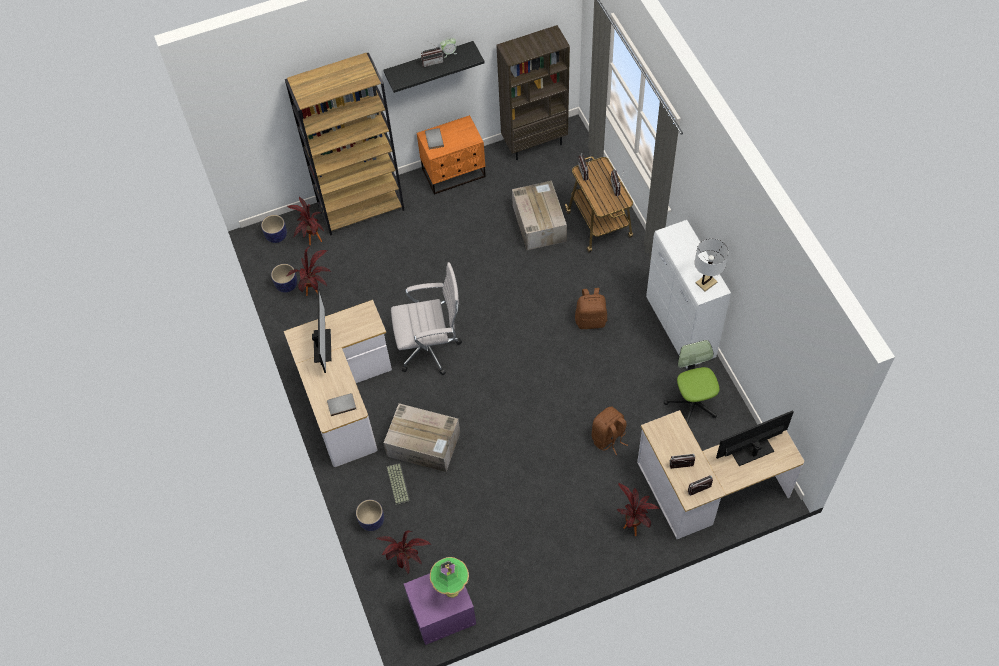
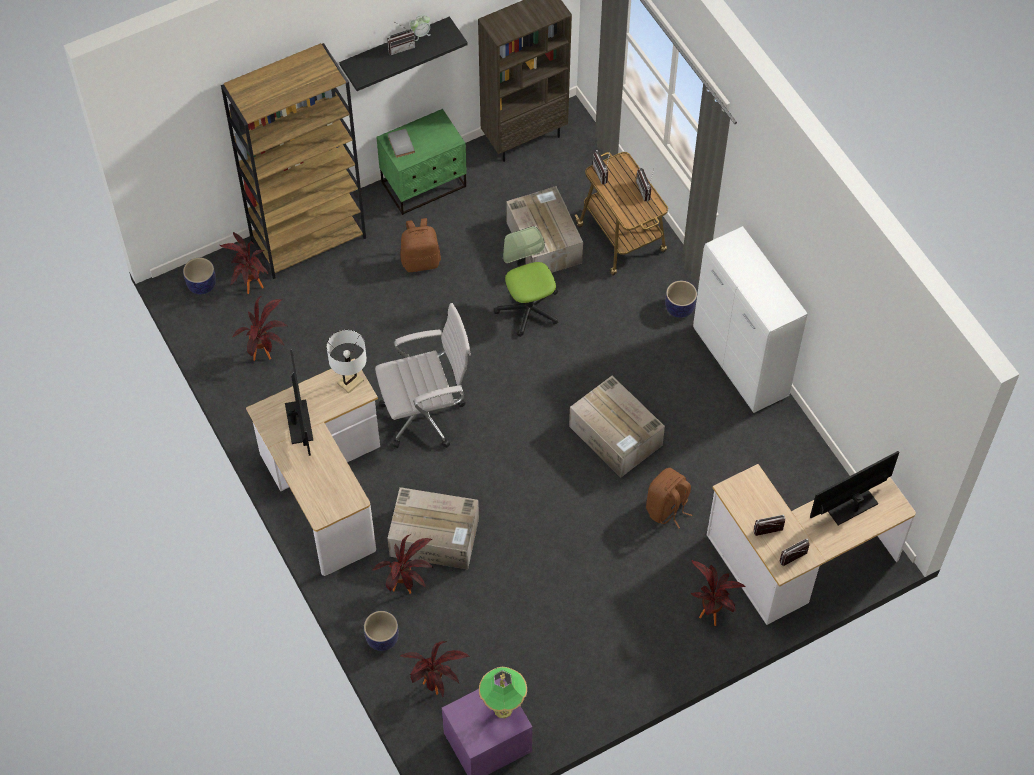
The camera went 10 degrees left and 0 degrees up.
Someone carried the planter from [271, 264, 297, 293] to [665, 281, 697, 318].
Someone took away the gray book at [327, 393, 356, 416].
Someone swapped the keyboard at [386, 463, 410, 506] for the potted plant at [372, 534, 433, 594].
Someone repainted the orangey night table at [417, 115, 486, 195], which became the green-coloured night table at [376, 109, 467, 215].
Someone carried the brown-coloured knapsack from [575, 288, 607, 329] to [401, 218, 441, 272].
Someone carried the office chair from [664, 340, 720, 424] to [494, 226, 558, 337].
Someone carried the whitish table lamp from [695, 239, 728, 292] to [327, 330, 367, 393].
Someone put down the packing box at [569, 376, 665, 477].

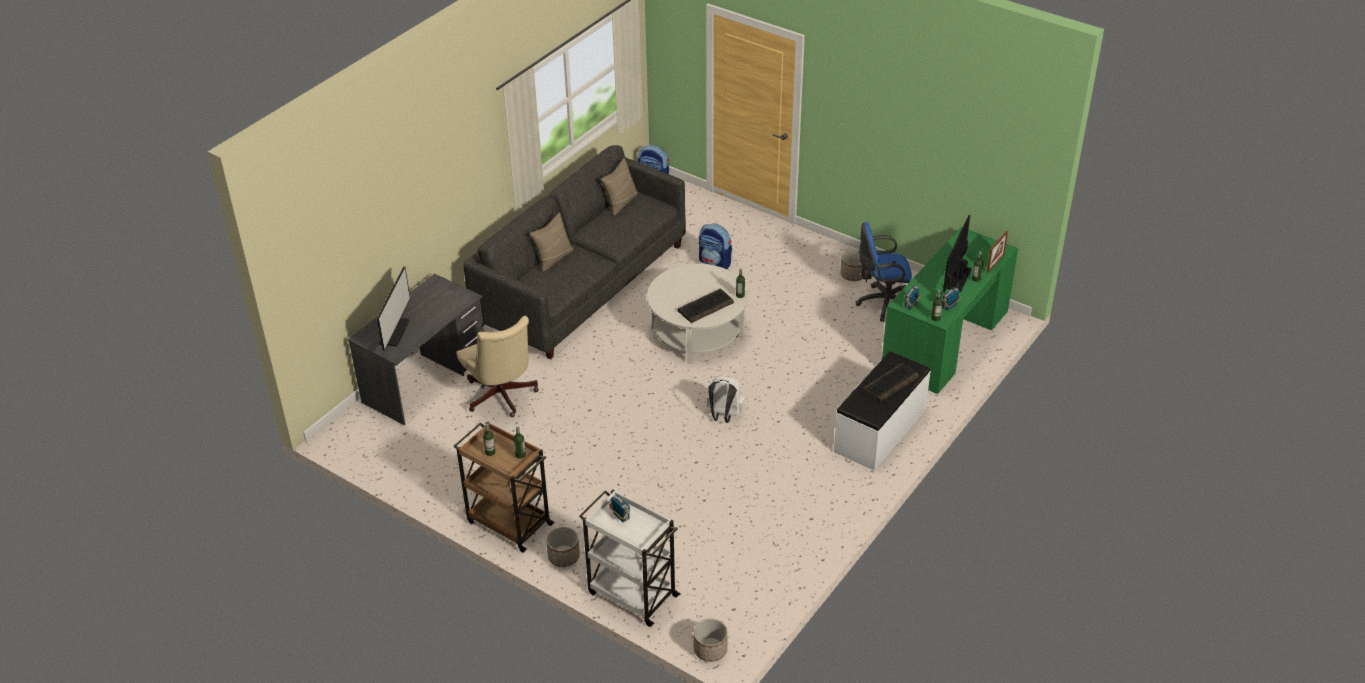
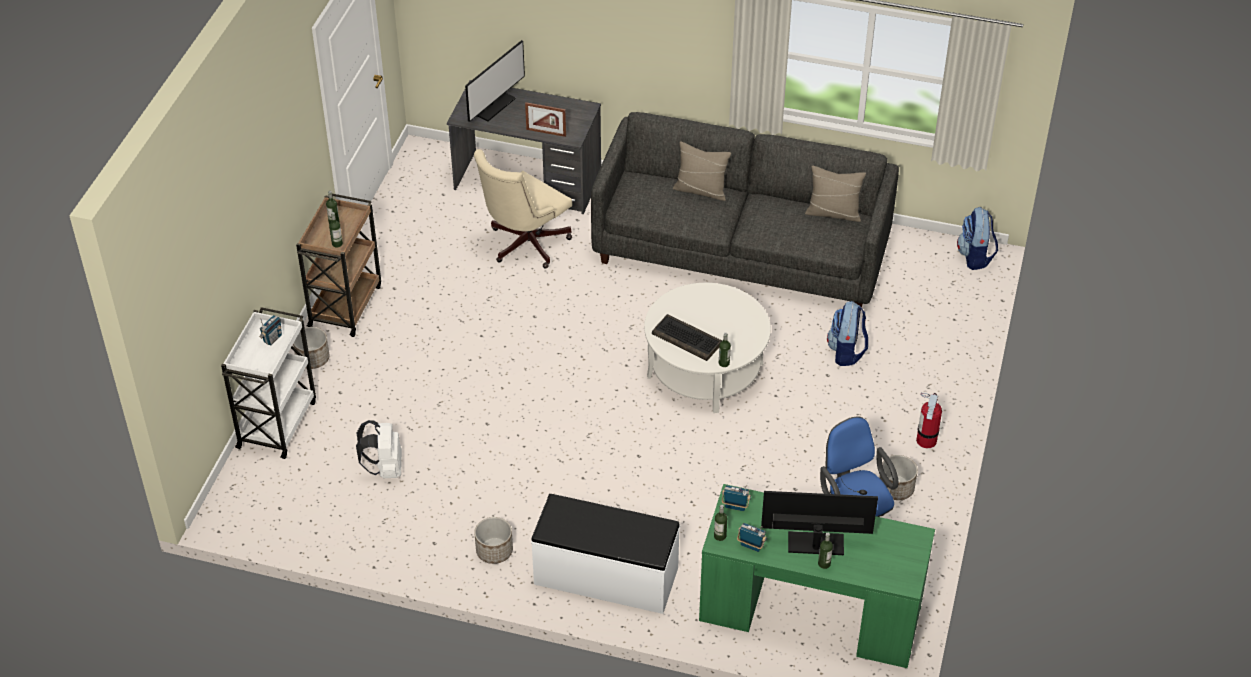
The camera went 70 degrees right and 5 degrees up.
Someone rotated the computer screen at [377, 266, 410, 351] by 45 degrees counterclockwise.
Someone carried the planter from [693, 618, 728, 662] to [474, 517, 513, 564].
Someone carried the whitish knapsack from [707, 376, 744, 423] to [356, 420, 402, 478].
Someone took away the keyboard at [862, 363, 919, 403].
Someone carried the picture frame from [987, 231, 1008, 273] to [525, 102, 566, 137].
Someone put down the fire extinguisher at [916, 392, 942, 448].

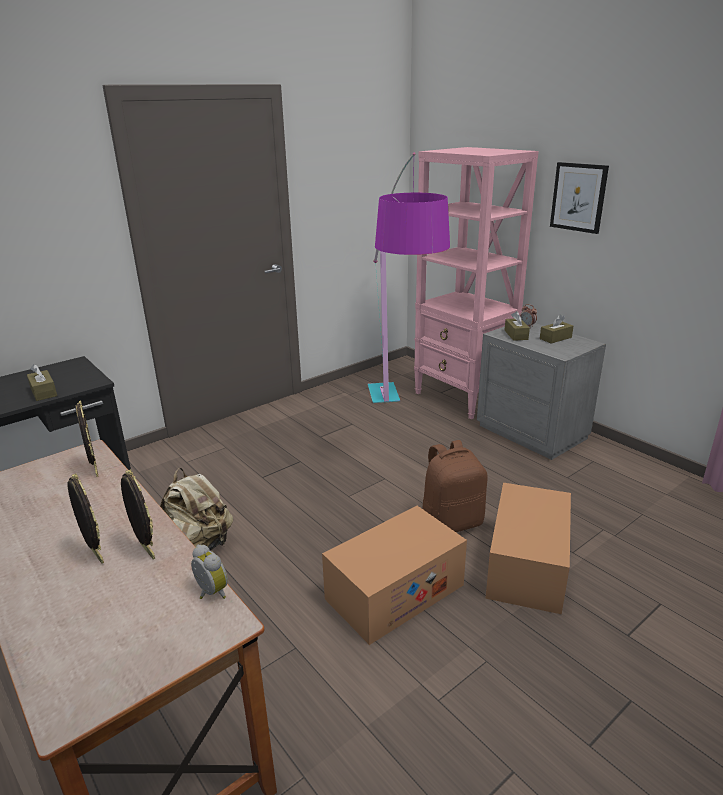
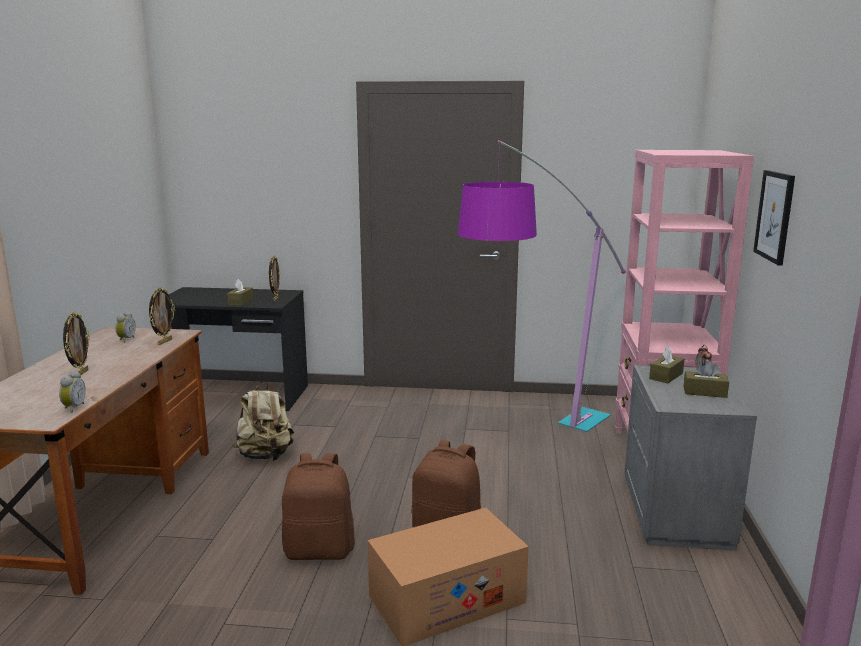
The camera went 45 degrees right and 10 degrees down.
Someone carried the picture frame from [121, 470, 155, 559] to [269, 256, 280, 301].
Someone swapped the packing box at [322, 506, 467, 645] for the brown-coloured knapsack at [282, 453, 355, 560].
Someone put down the alarm clock at [115, 311, 136, 343].

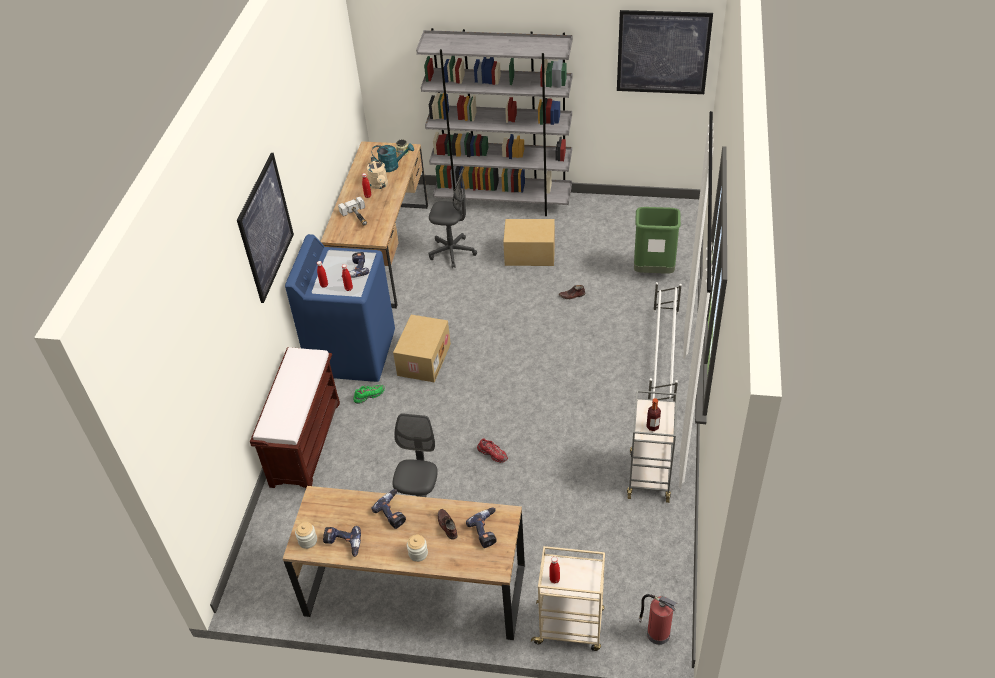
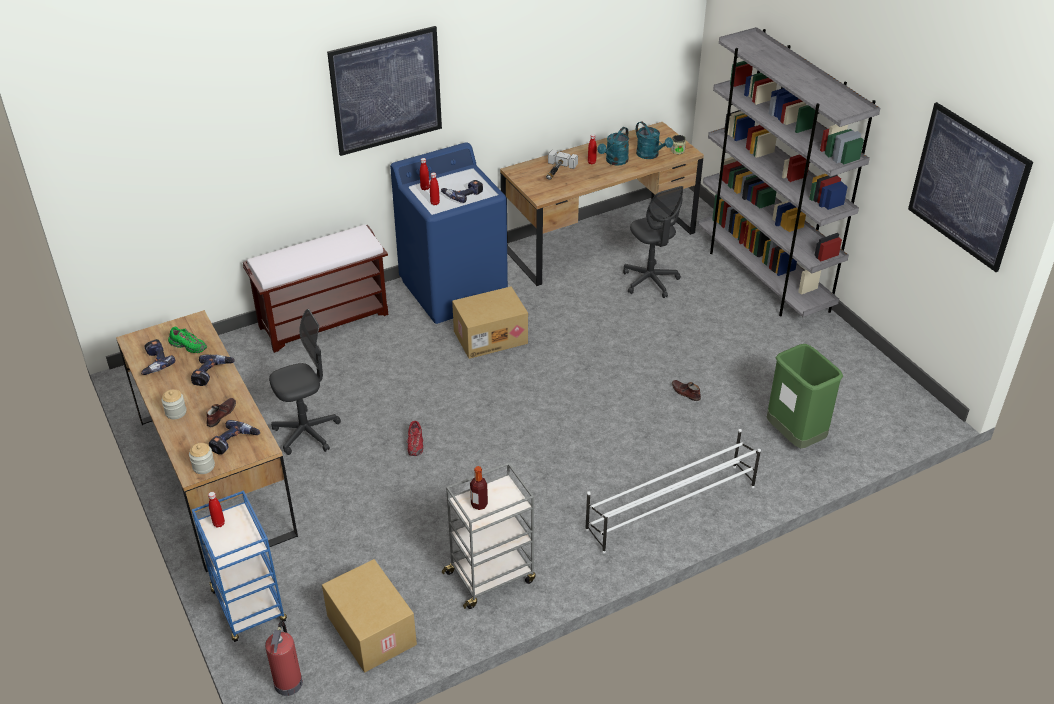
The camera went 50 degrees right and 5 degrees down.
Someone carried the preserve jar from [295, 522, 317, 549] to [189, 443, 215, 474].
Someone carried the green-coloured shoe from [353, 385, 385, 404] to [168, 327, 207, 353].
Someone repainted the beige watering pot at [367, 156, 388, 189], which became the blue-green watering pot at [597, 127, 629, 166].
Someone carried the packing box from [503, 219, 555, 266] to [322, 559, 417, 672].
Someone repainted the beige trolley at [531, 546, 605, 651], which became the blue-coloured trolley at [192, 490, 287, 642].

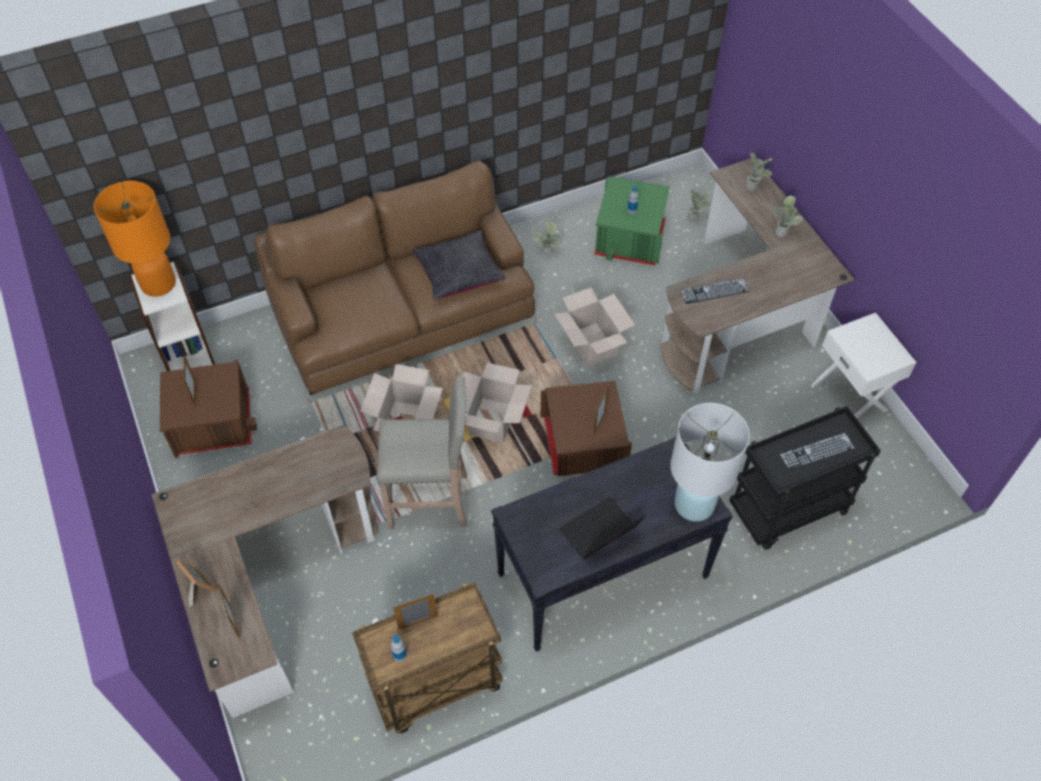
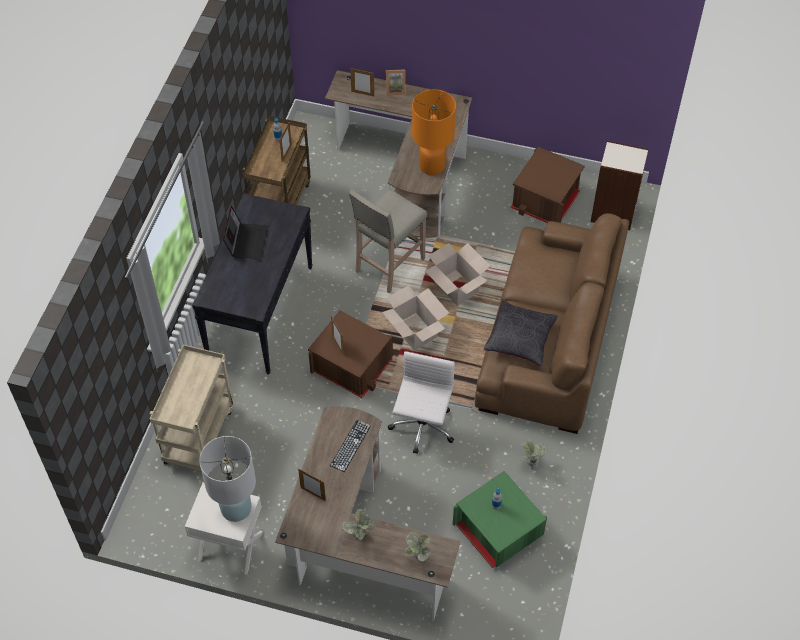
The camera went 130 degrees right and 0 degrees up.
Someone carried the orangey table lamp from [94, 181, 176, 297] to [412, 89, 456, 175].
Someone carried the picture frame from [183, 354, 196, 407] to [298, 468, 326, 501].
Someone swapped the packing box at [554, 287, 635, 366] for the whitish office chair at [388, 351, 455, 454].
Someone carried the whitish table lamp from [670, 403, 750, 522] to [199, 436, 256, 522].
Someone took away the potted plant at [687, 189, 711, 222].
Someone repainted the blackish trolley at [729, 406, 881, 550], which became the beige trolley at [150, 344, 233, 471].
Someone took away the keyboard at [779, 432, 855, 471].

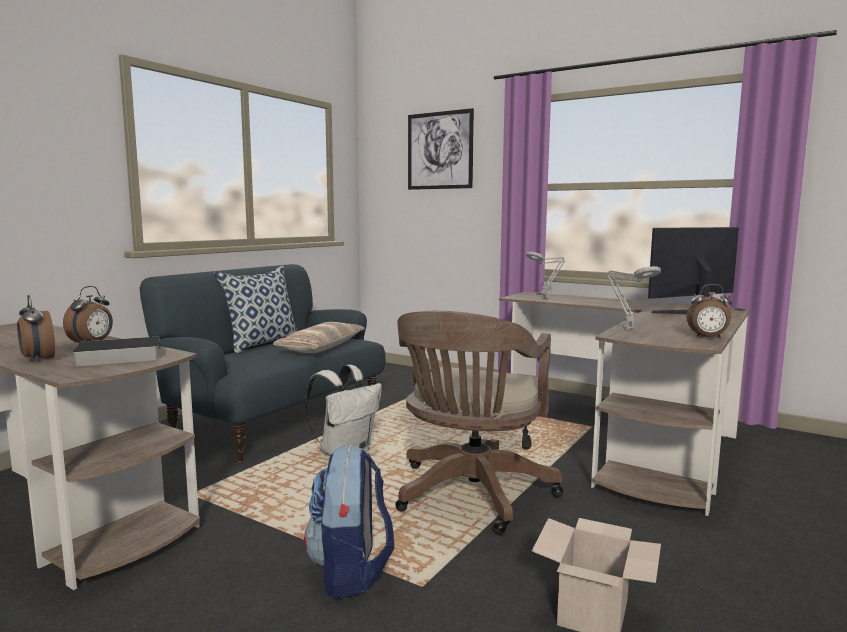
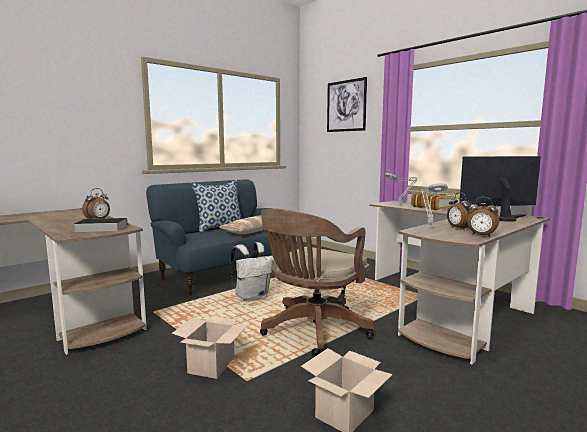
The camera went 15 degrees right and 0 degrees up.
Someone carried the alarm clock from [17, 295, 55, 362] to [447, 193, 473, 230].
Someone swapped the knapsack at [304, 444, 394, 598] for the packing box at [172, 316, 247, 379].
Someone put down the book at [411, 192, 460, 210].

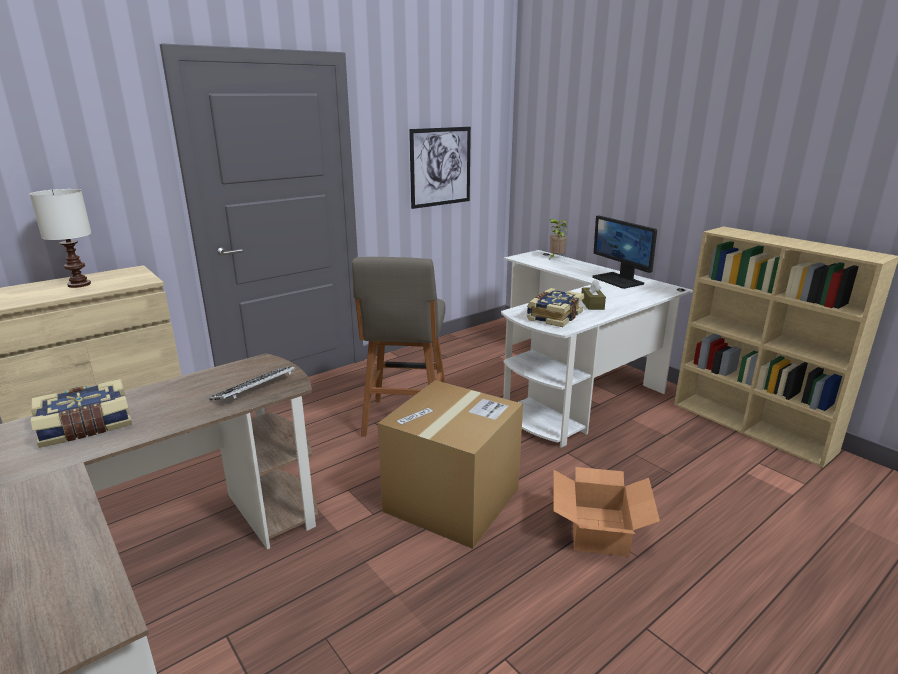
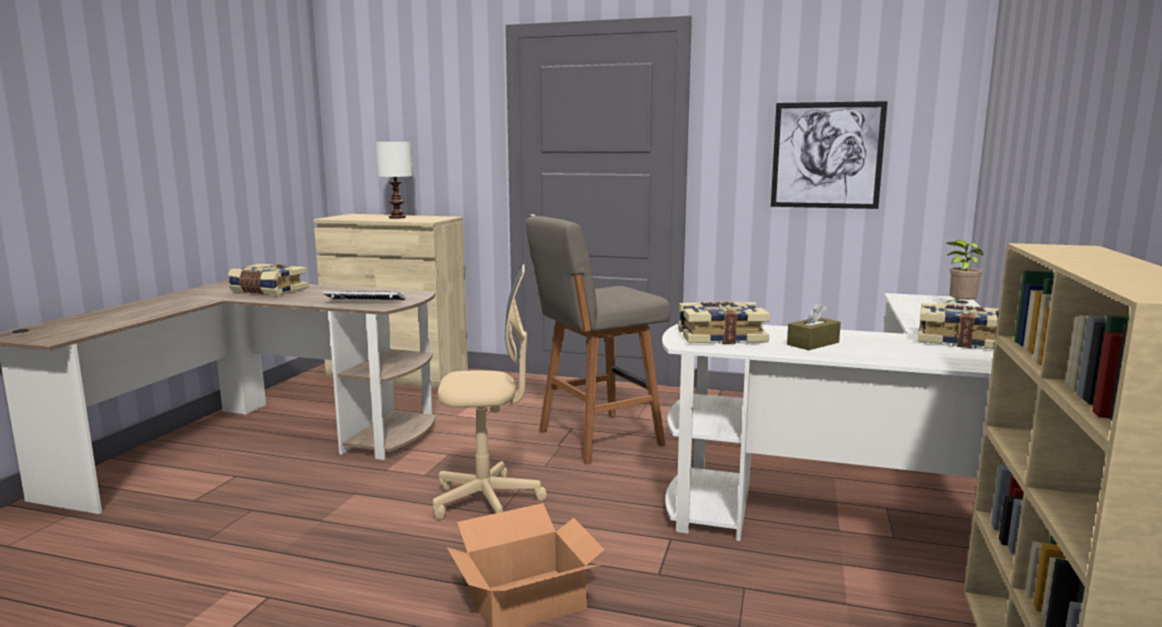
The camera went 55 degrees right and 10 degrees down.
Someone swapped the packing box at [378, 380, 523, 549] for the beige office chair at [432, 264, 547, 520].
Someone swapped the computer screen at [592, 215, 657, 289] for the book at [918, 303, 999, 349].

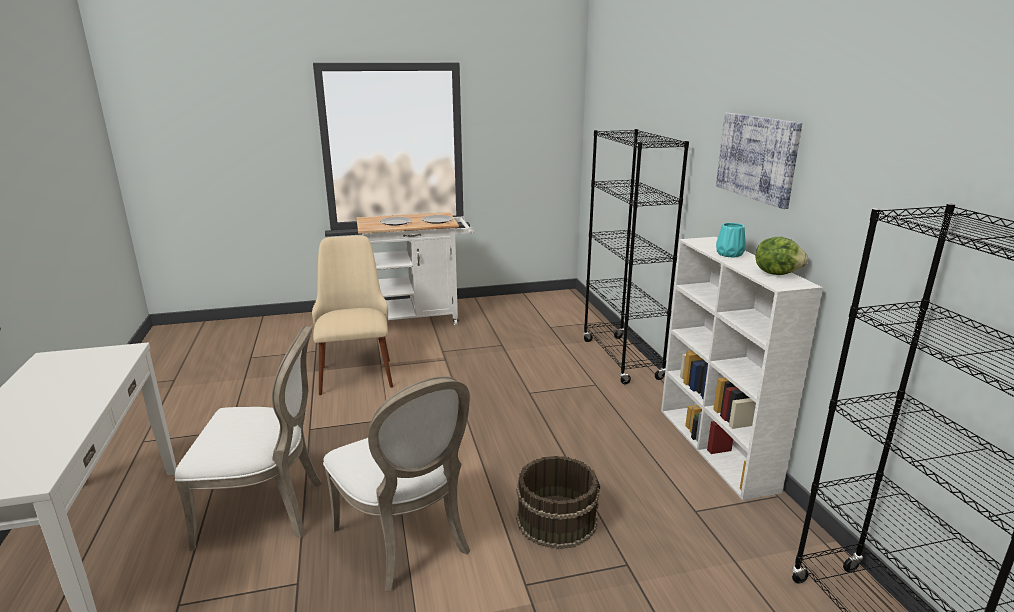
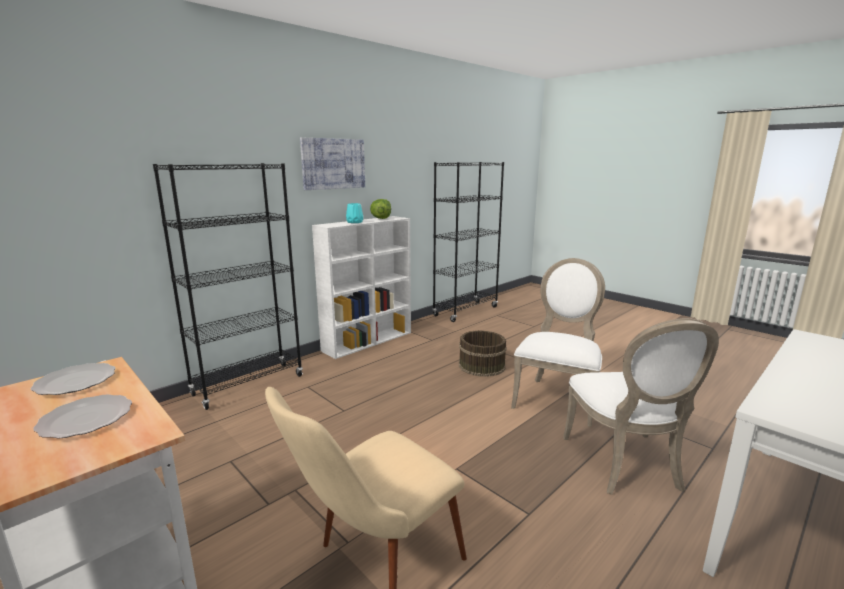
The camera went 120 degrees left and 5 degrees down.
Someone rotated the whitish plain chair at [175, 325, 322, 551] by 150 degrees counterclockwise.

